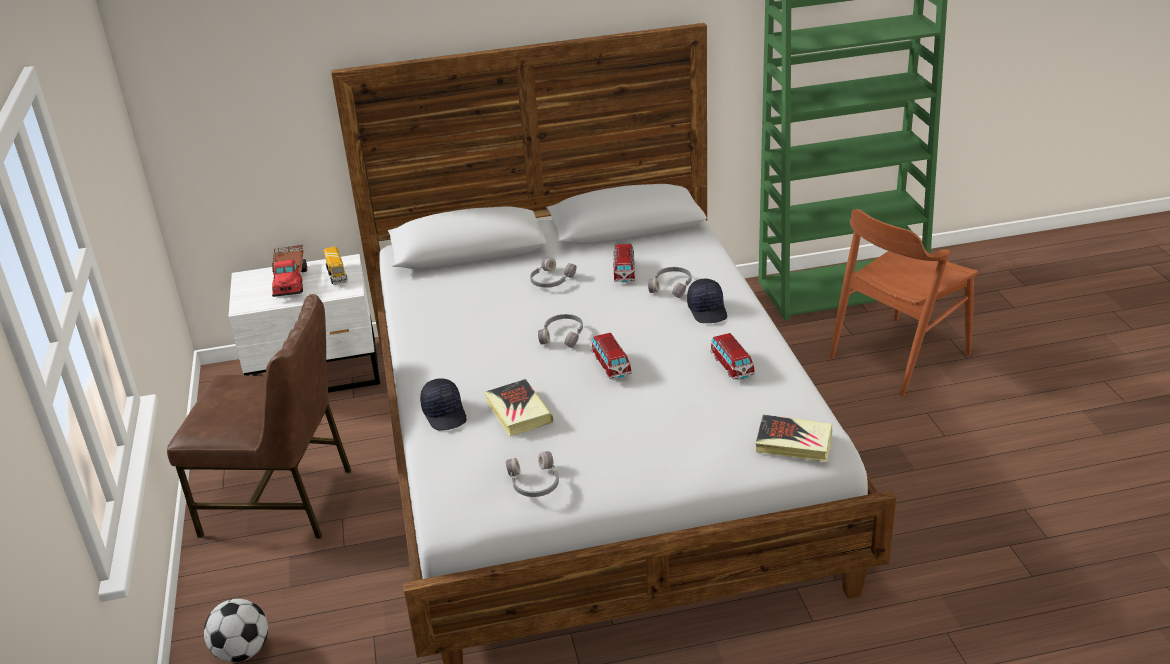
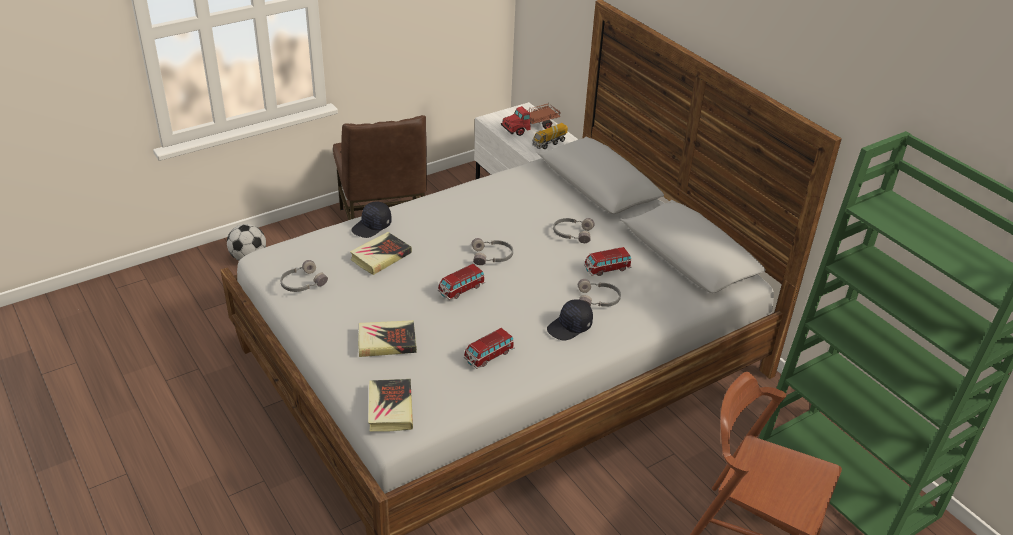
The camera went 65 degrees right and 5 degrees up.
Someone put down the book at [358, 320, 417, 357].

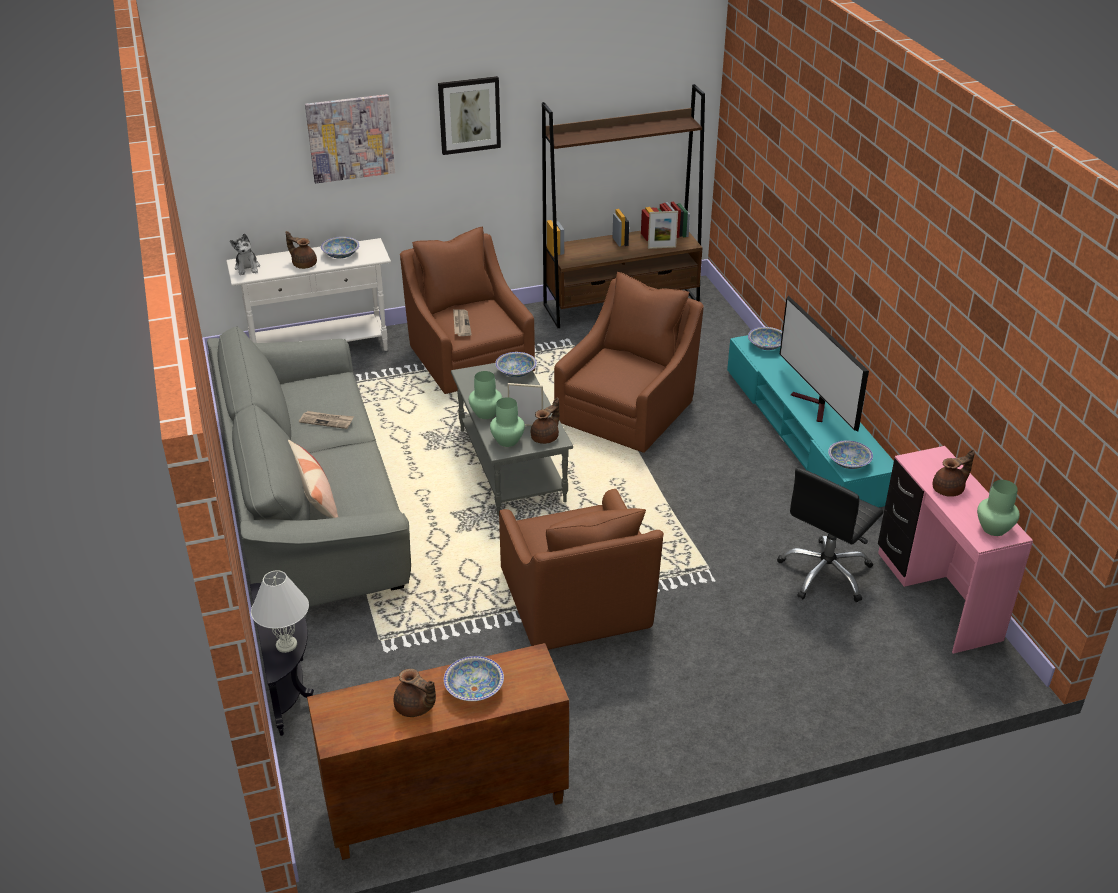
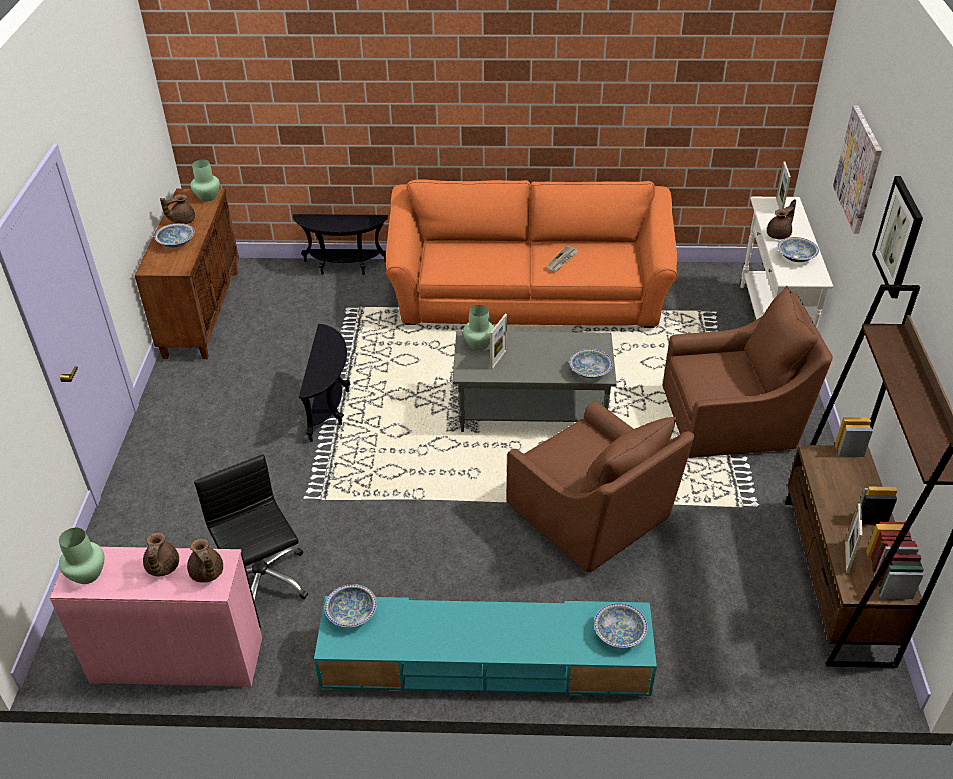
The camera went 110 degrees right and 5 degrees up.
Someone repainted the gray settee at [207, 326, 411, 607], which became the orangey settee at [386, 179, 677, 328].
Someone swapped the plush toy at [230, 233, 260, 275] for the picture frame at [776, 161, 791, 209].
Someone took away the whitish table lamp at [251, 570, 309, 653].
Someone took away the cushion at [288, 440, 338, 518].
Someone took away the daily paper at [453, 309, 472, 336].
Someone carried the green-coloured flower vase from [469, 371, 502, 419] to [191, 160, 220, 202].
Someone swapped the brown-coloured lounge chair at [499, 489, 664, 650] for the blackish accent table at [299, 324, 351, 442].
Someone carried the brown-coloured teapot from [531, 397, 559, 444] to [187, 539, 223, 583].
Someone took away the TV set at [779, 296, 869, 431].

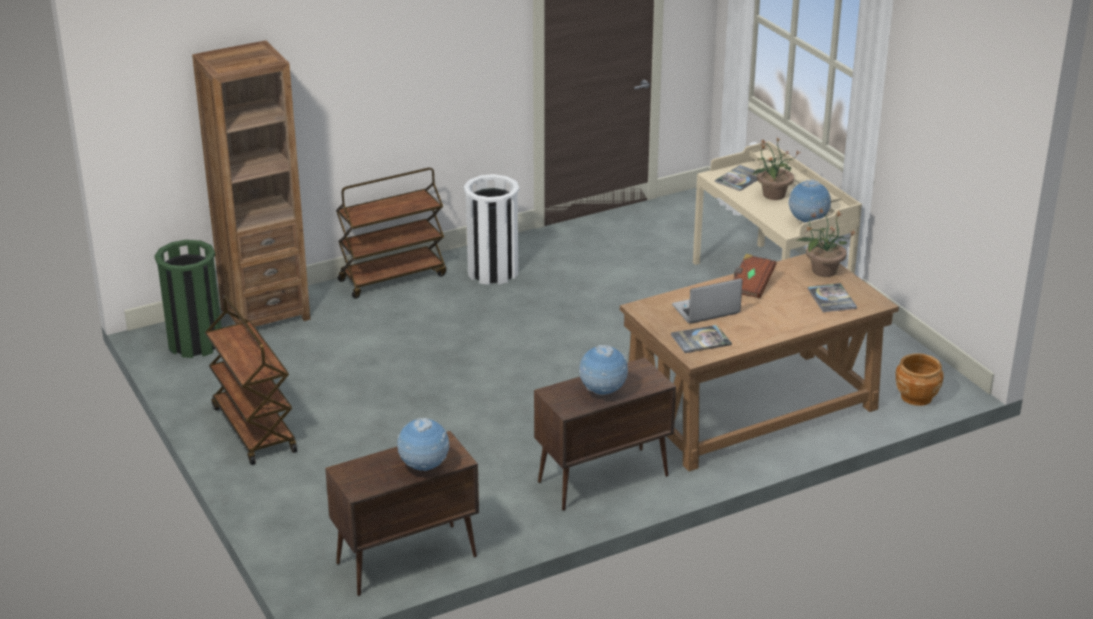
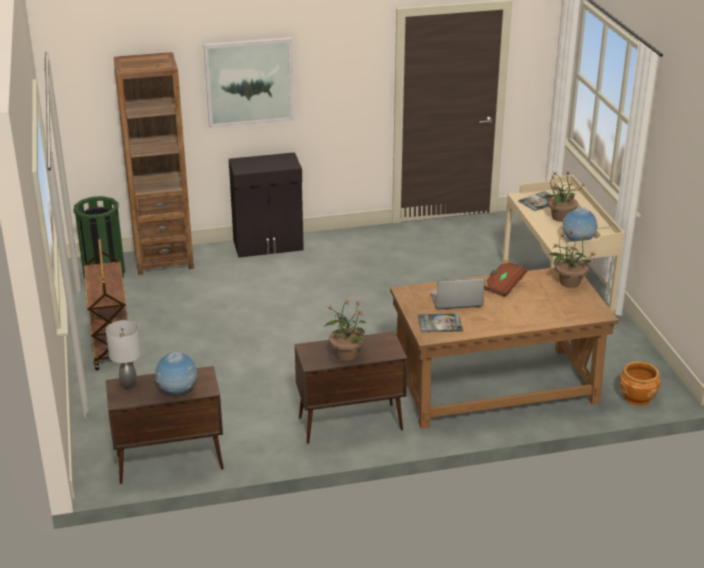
The camera went 15 degrees right and 0 degrees up.
Someone swapped the brown-coloured trolley at [336, 167, 446, 299] for the blackish cabinet at [229, 152, 304, 258].
Someone took away the whitish rubbish bin at [464, 174, 519, 285].
Someone swapped the world globe at [579, 345, 628, 395] for the potted plant at [324, 300, 367, 361].
Someone took away the book at [807, 283, 857, 312].
Someone put down the gray table lamp at [106, 320, 141, 389].
Someone put up the wall art at [203, 37, 294, 128].

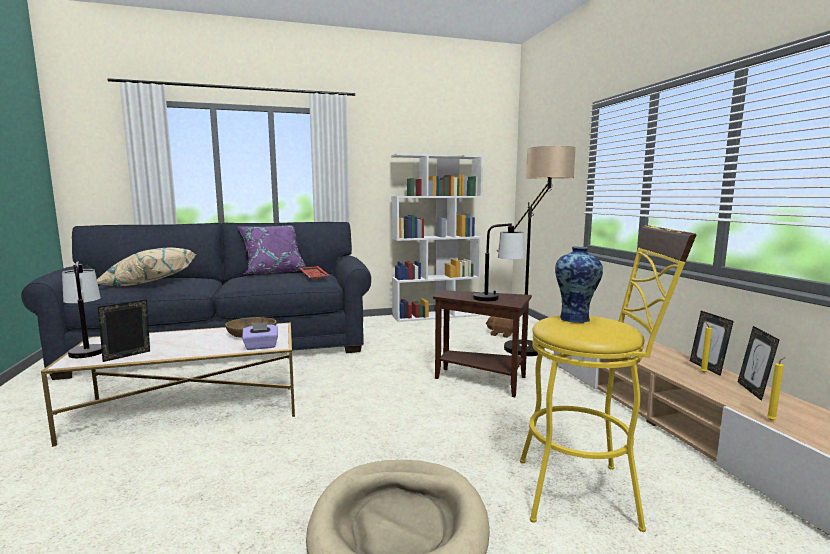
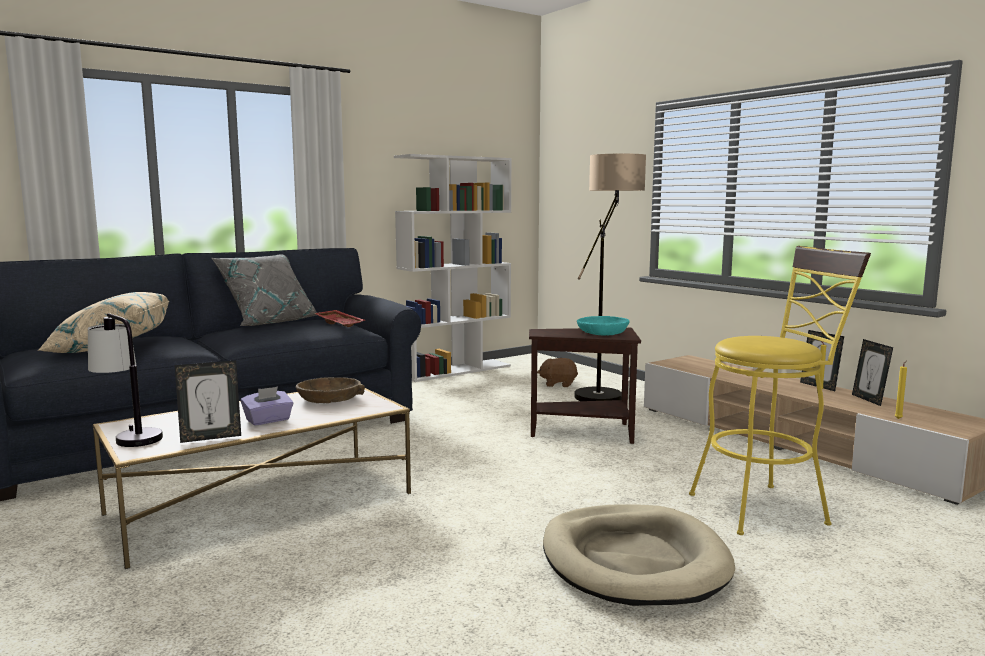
The camera went 20 degrees left and 0 degrees up.
Someone rotated the picture frame at [98, 300, 150, 362] by 135 degrees counterclockwise.
Someone repainted the purplish cushion at [237, 225, 306, 274], which became the gray cushion at [211, 254, 317, 326].
Someone carried the purplish box of tissues from [242, 322, 278, 350] to [241, 387, 294, 426].
Someone swapped the table lamp at [473, 223, 525, 301] for the blue-green serving bowl at [577, 316, 629, 335].
Someone took away the flower vase at [555, 246, 603, 323].

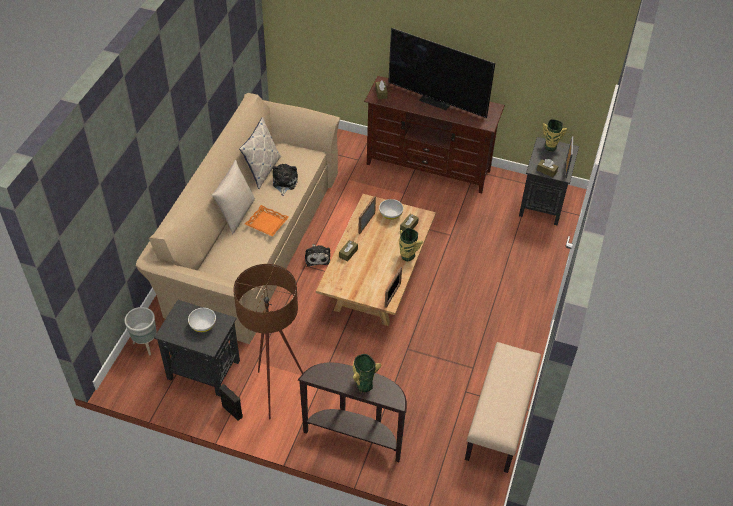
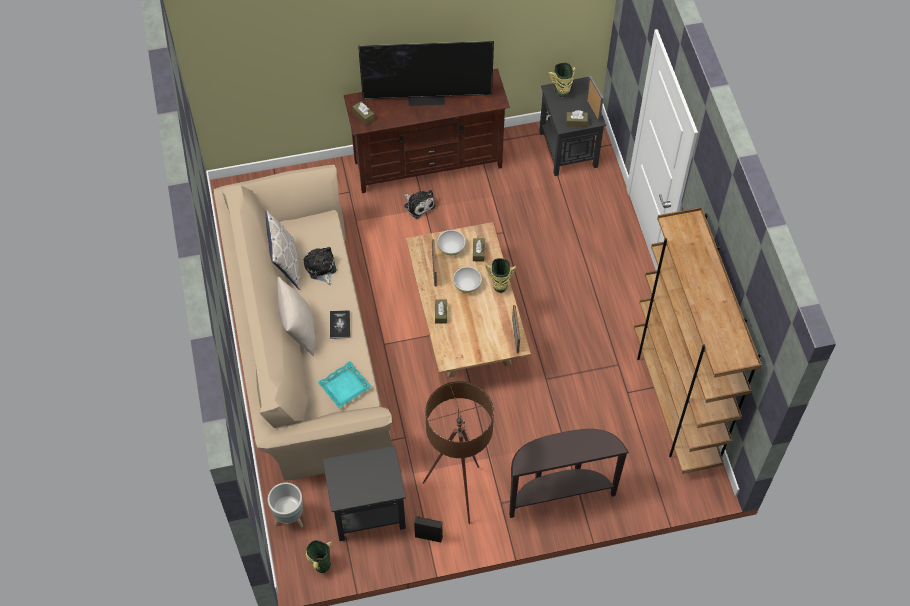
The camera went 30 degrees left and 10 degrees up.
Someone carried the whitish serving bowl from [188, 308, 216, 332] to [453, 267, 482, 293].
Someone swapped the orangey serving tray at [245, 205, 289, 237] for the book at [330, 310, 350, 339].
Someone carried the plush toy from [305, 244, 330, 267] to [404, 190, 435, 219].
Someone carried the flower vase from [353, 354, 381, 392] to [306, 540, 332, 573].
Someone swapped the beige long seat at [465, 342, 541, 473] for the brown-coloured bookcase at [634, 207, 762, 474].
Someone put down the blue-green serving tray at [318, 361, 372, 408].

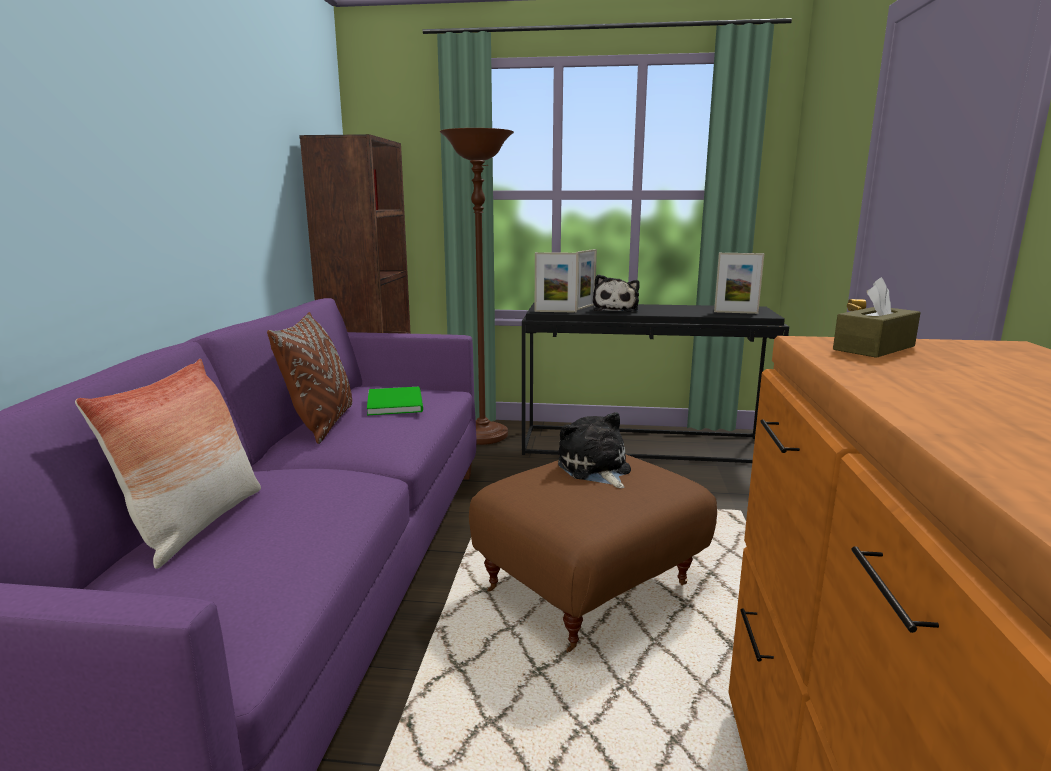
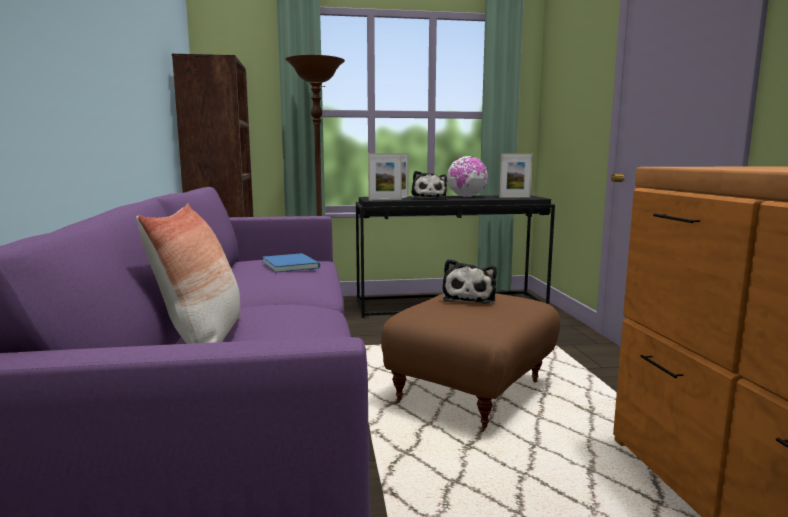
The camera went 15 degrees left and 5 degrees down.
Someone took away the brown-coloured cushion at [267, 312, 352, 444].
Someone repainted the green-coloured book at [367, 387, 423, 415], which became the blue-coloured book at [263, 253, 320, 273].
Someone rotated the plush toy at [558, 412, 631, 488] by 135 degrees counterclockwise.
Someone took away the brown-coloured box of tissues at [833, 277, 921, 358].
Someone put down the world globe at [447, 156, 488, 197].

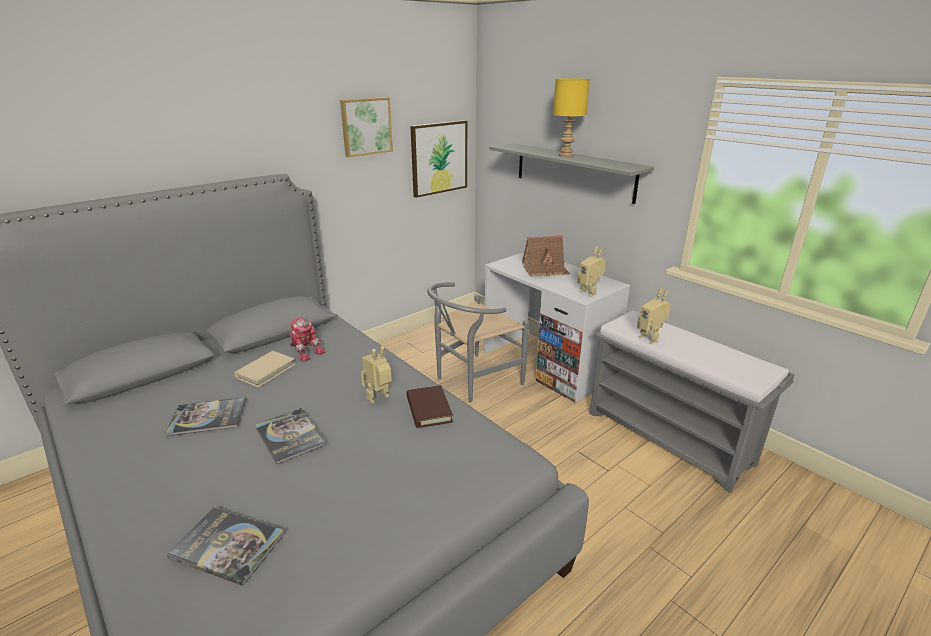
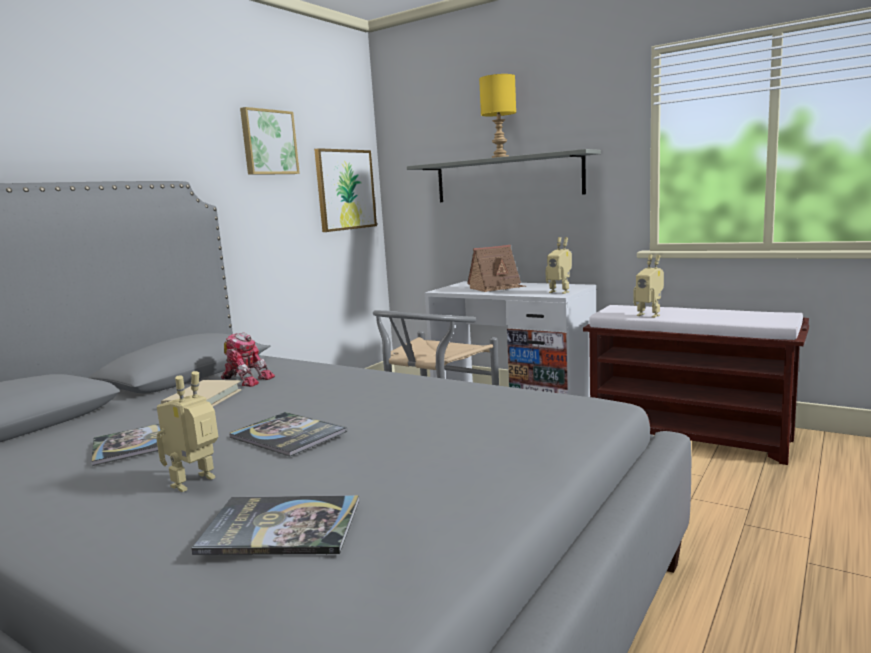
The camera went 15 degrees left and 15 degrees down.
Someone carried the model robot from [361, 346, 392, 403] to [156, 371, 218, 492].
Someone took away the brown-coloured book at [406, 385, 453, 428].
Someone repainted the gray long seat at [589, 310, 795, 493], which became the brown-coloured long seat at [583, 305, 809, 465].

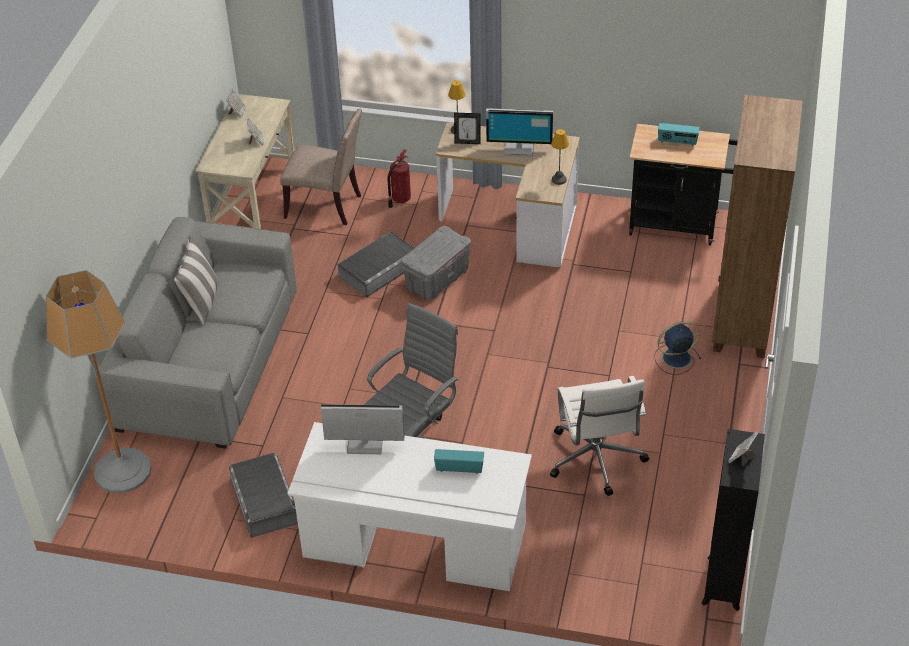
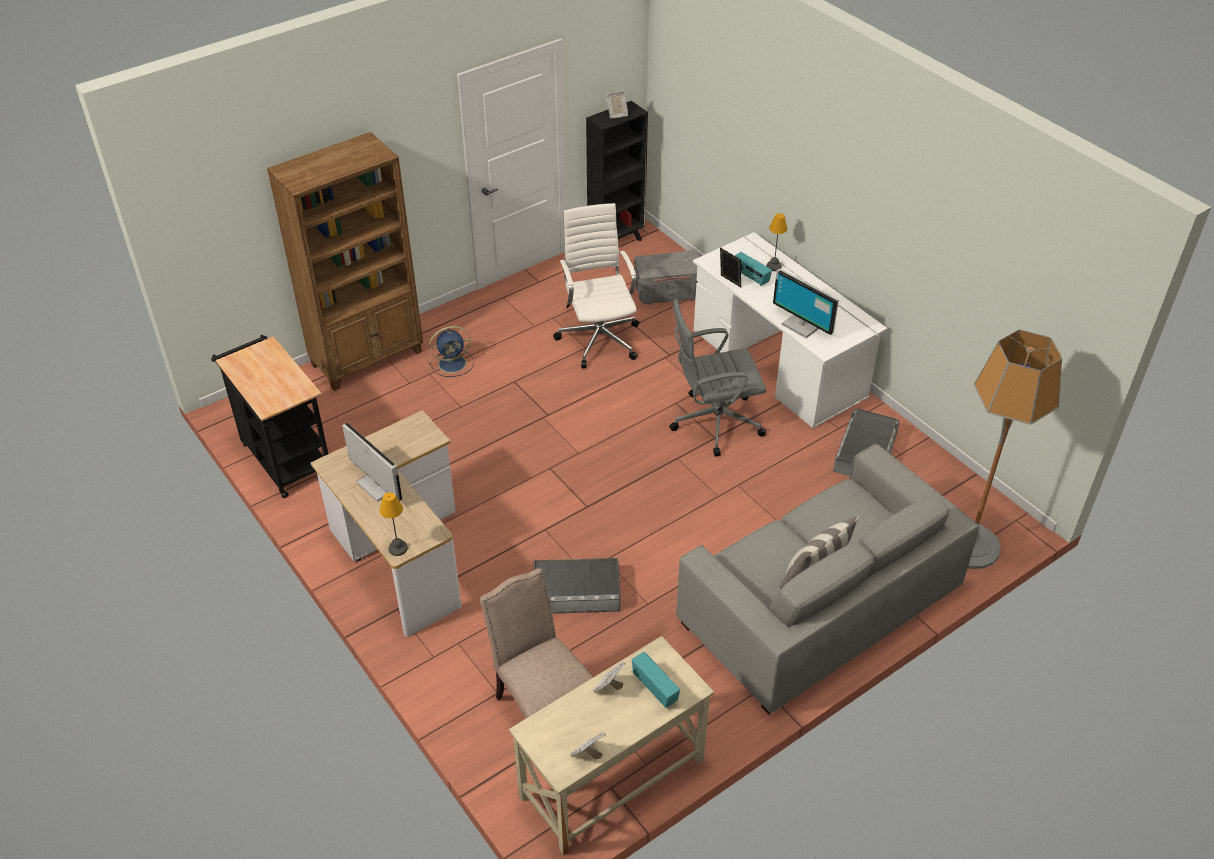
The camera went 140 degrees left and 0 degrees up.
Someone took away the fire extinguisher at [387, 149, 411, 208].
Someone carried the gray storage bin from [401, 226, 471, 300] to [634, 250, 699, 305].
Someone carried the picture frame from [454, 112, 481, 144] to [720, 248, 741, 287].
Someone rotated the whitish office chair at [550, 376, 649, 496] by 45 degrees counterclockwise.
Someone carried the table lamp from [551, 129, 569, 185] to [767, 213, 787, 271].
Someone rotated the blue-coloured electric fan at [654, 321, 701, 375] by 45 degrees counterclockwise.
Someone carried the radio set from [658, 123, 700, 146] to [632, 652, 680, 708].

